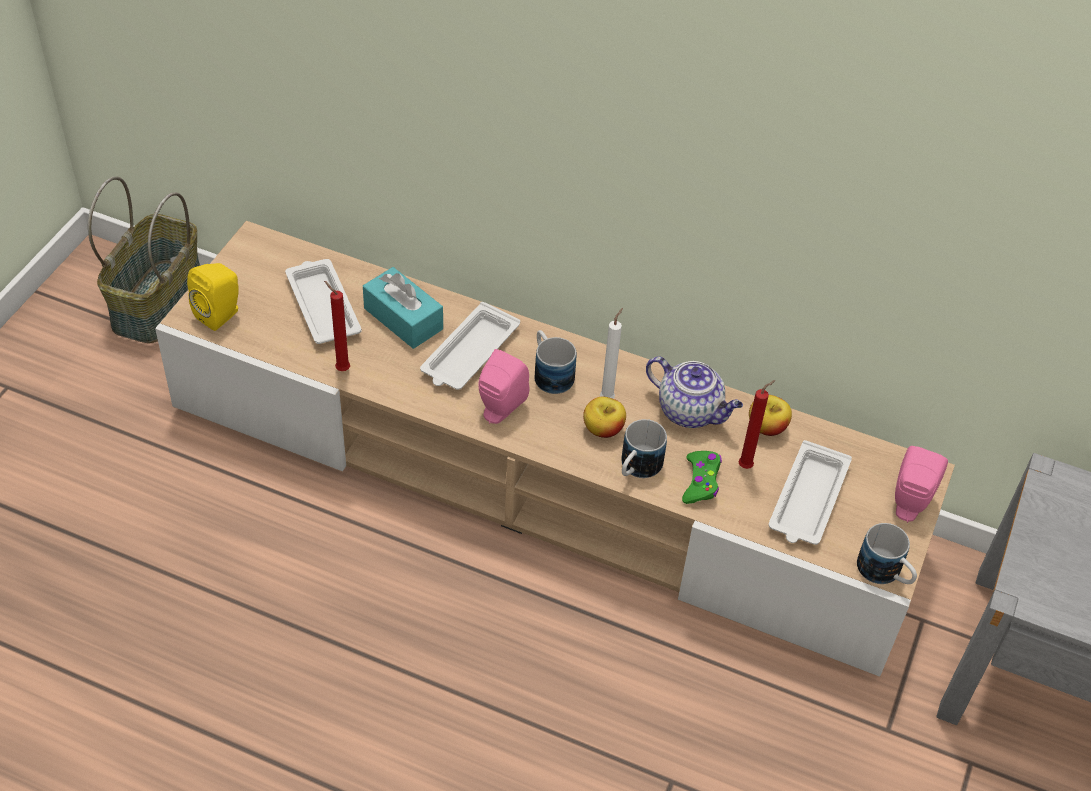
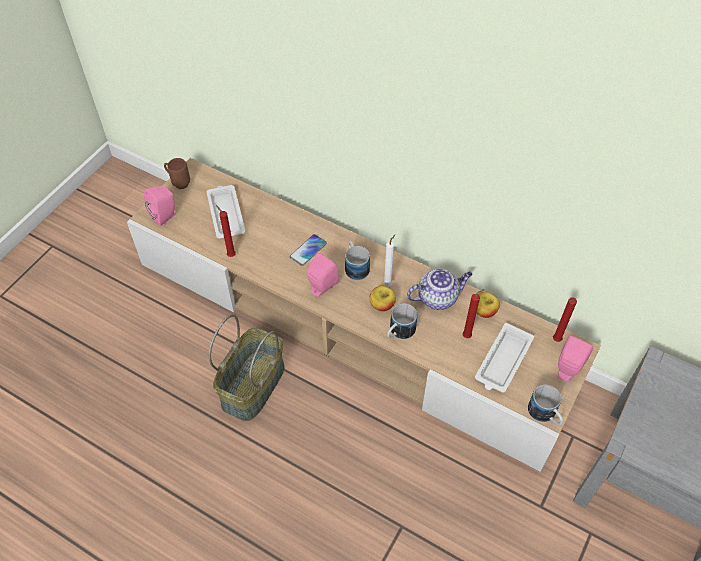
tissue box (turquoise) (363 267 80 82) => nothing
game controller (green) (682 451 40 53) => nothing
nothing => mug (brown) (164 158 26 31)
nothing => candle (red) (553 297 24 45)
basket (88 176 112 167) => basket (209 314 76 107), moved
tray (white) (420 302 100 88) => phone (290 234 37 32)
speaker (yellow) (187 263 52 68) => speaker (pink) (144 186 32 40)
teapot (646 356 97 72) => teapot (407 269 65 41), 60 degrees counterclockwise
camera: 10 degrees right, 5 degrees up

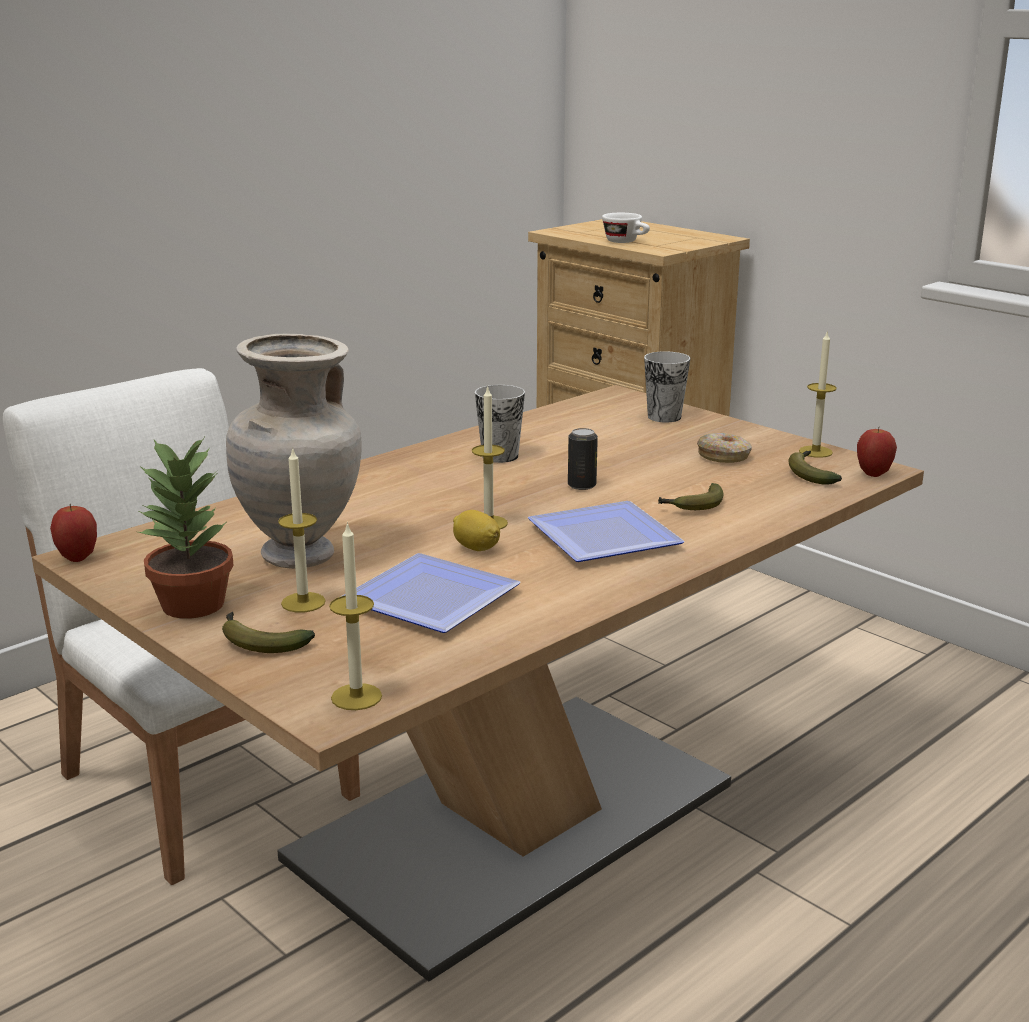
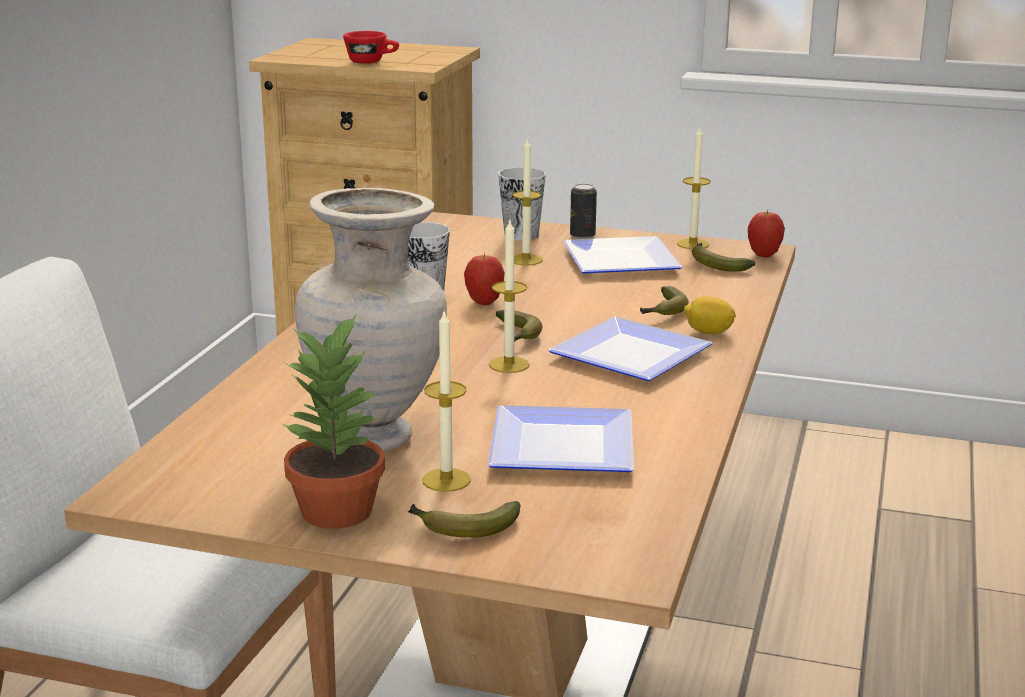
nothing => banana (496 310 47 32)
apple (50 504 47 58) => apple (464 252 41 53), moved
candle (329 522 53 188) => candle (513 137 30 128), moved
lemon (453 510 47 41) => lemon (684 296 52 38), moved
can (568 428 30 62) => can (570 184 27 55), moved
donut (697 433 55 30) => plate (563 236 119 37)
cup (white) (602 213 48 30) => cup (red) (343 31 56 33)
camera: 30 degrees left, 0 degrees up

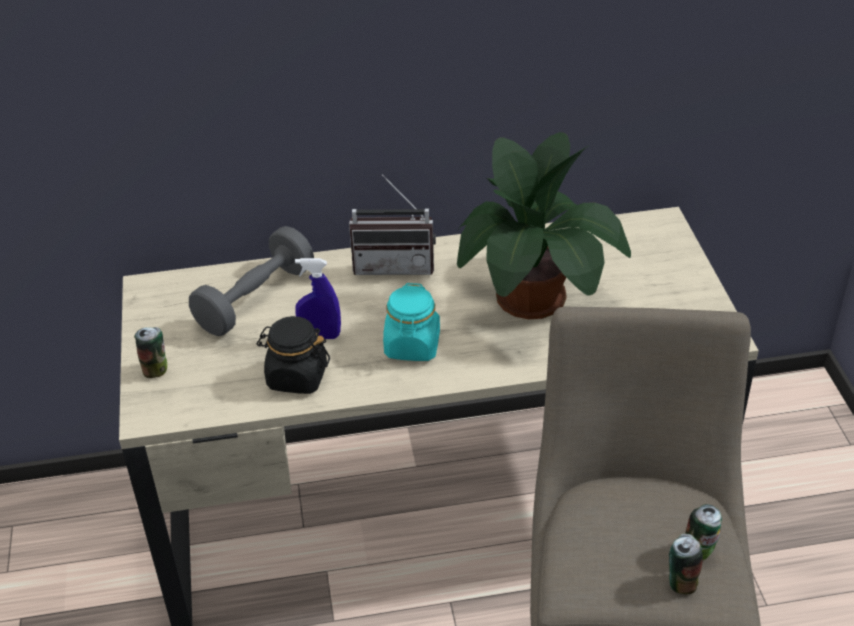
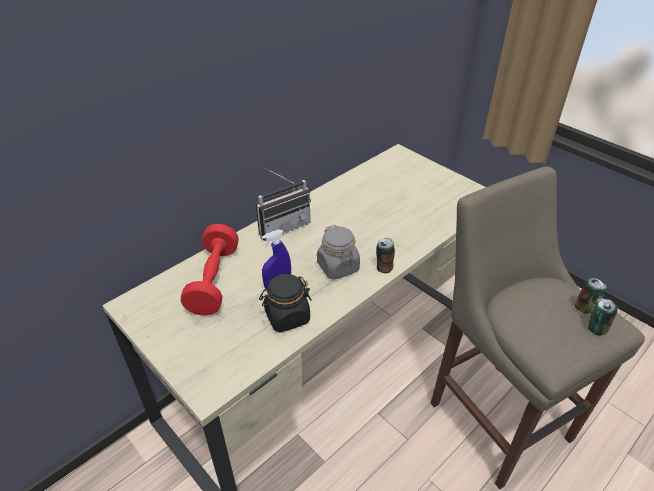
potted plant (457 132 174 187) => nothing
can (134 327 33 51) => can (376 238 19 35), moved
dumbbell (grey) (189 226 125 110) => dumbbell (red) (181 224 58 92)
jar (turquoise) (383 283 57 78) => jar (grey) (317 225 43 55)
camera: 35 degrees left, 0 degrees up

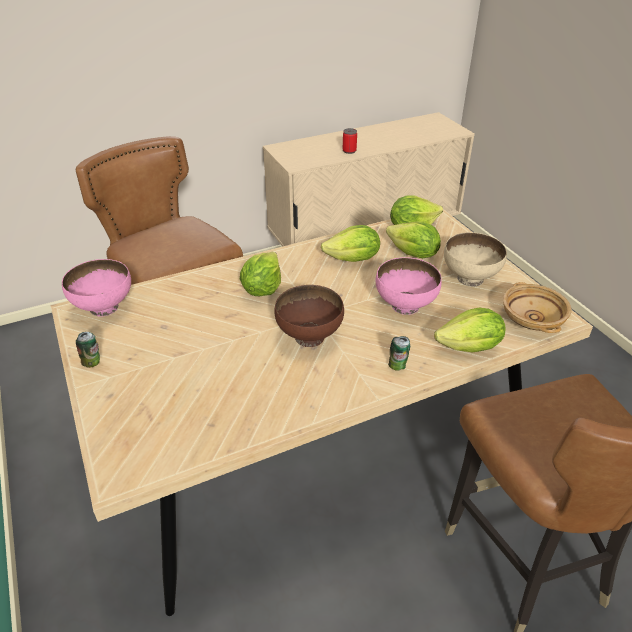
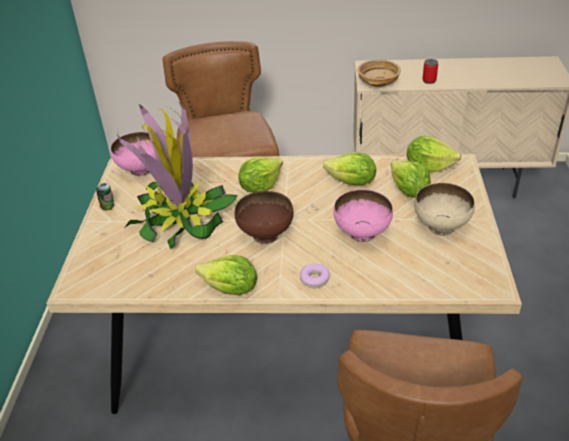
nothing => potted plant (117 102 121 148)
lettuce (434 308 72 44) => lettuce (195 255 62 40), moved
bowl (beige) (503 282 69 51) => bowl (beige) (357 59 44 28), moved
can (388 336 22 35) => donut (300 264 30 24)
camera: 30 degrees right, 0 degrees up

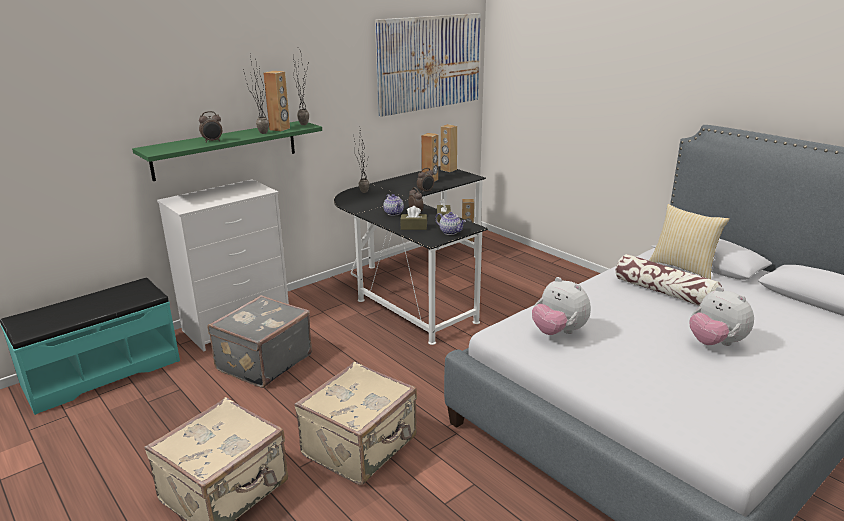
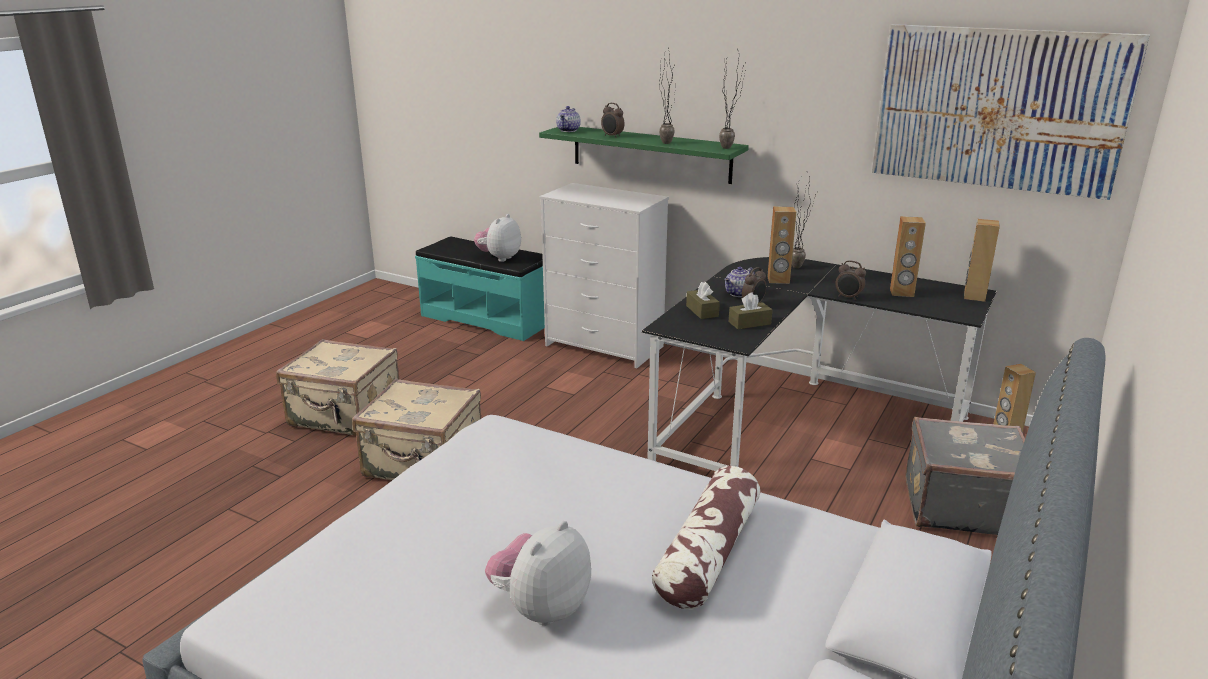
pillow (649 204 81 75) => nothing
suitcase (grey) (207 295 105 93) => suitcase (grey) (906 417 119 118), moved
speaker (brown) (263 71 27 60) => speaker (brown) (767 206 29 78), moved
teapot (435 212 31 23) => teapot (556 106 25 26), moved
plush toy (532 277 59 58) => plush toy (474 214 47 48), moved
camera: 70 degrees right, 0 degrees up

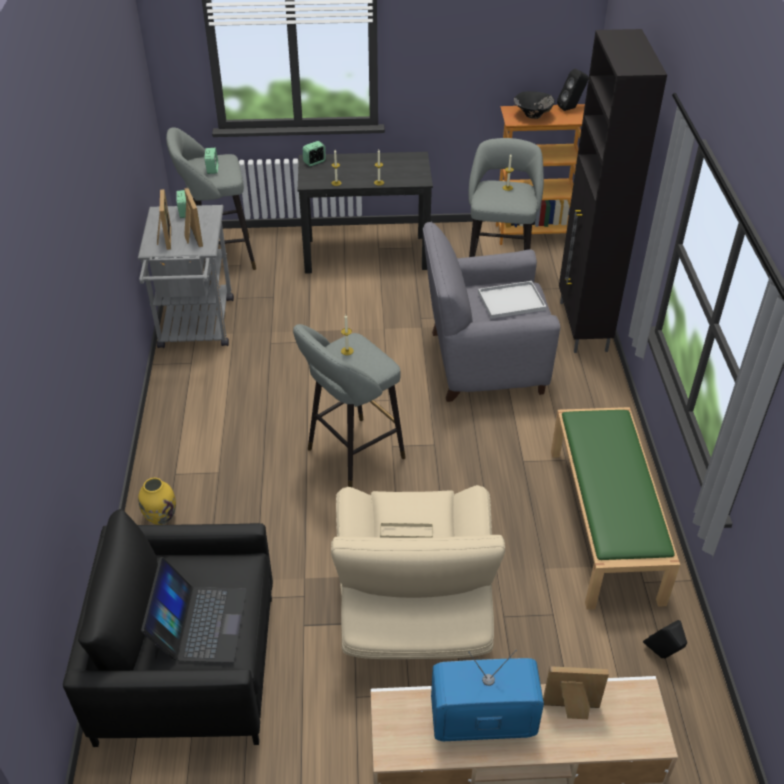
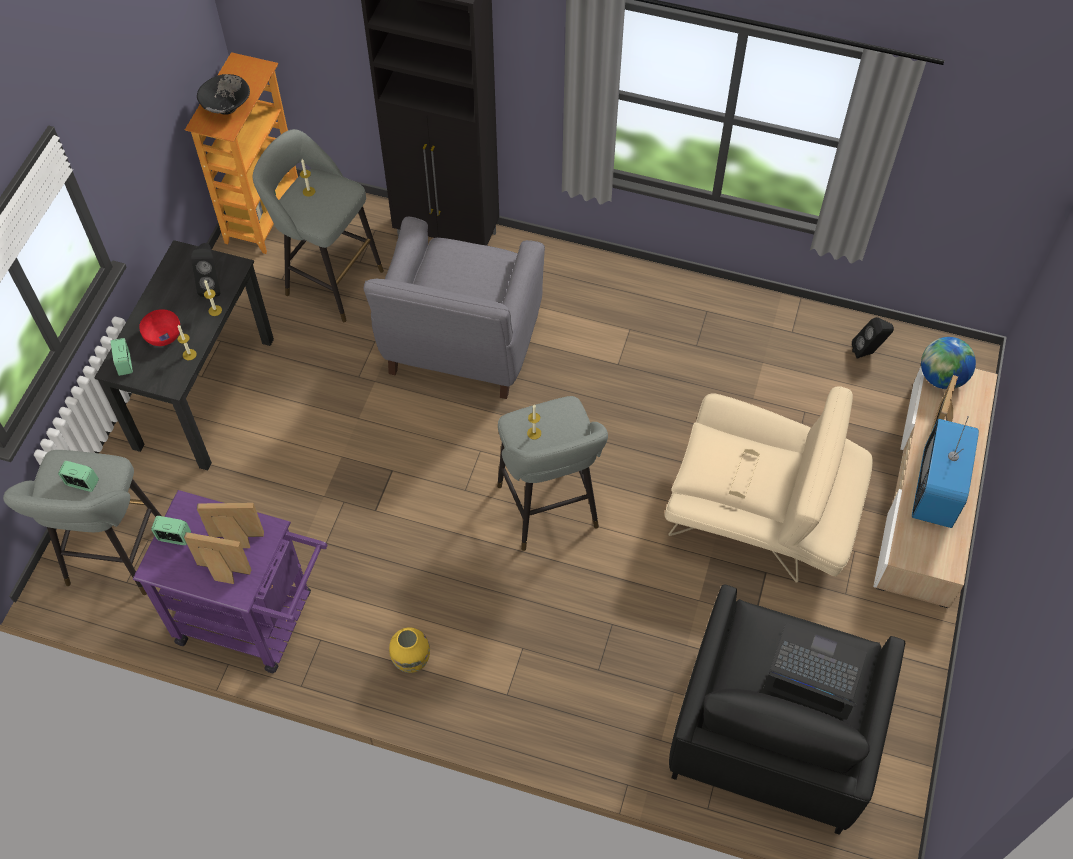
tray (white) (478 281 69 38) => nothing
bench (green) (551 407 129 203) => nothing
nothing => bowl (red) (139 309 41 37)
nothing => globe (921 337 55 52)
vase (yellow) (138 478 38 47) => vase (yellow) (389 628 41 45), moved
speaker (black) (557 69 32 42) => speaker (black) (191 243 29 54), moved
cart (grey) (138 205 96 143) => cart (purple) (133 490 195 183)
camera: 70 degrees left, 15 degrees up

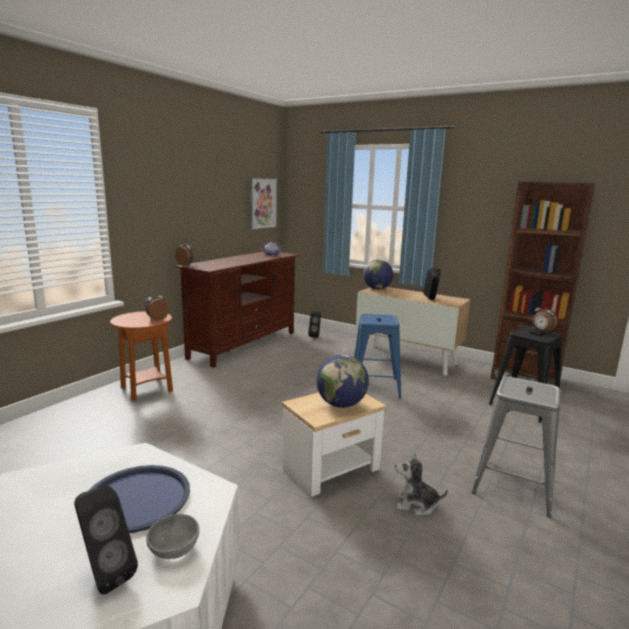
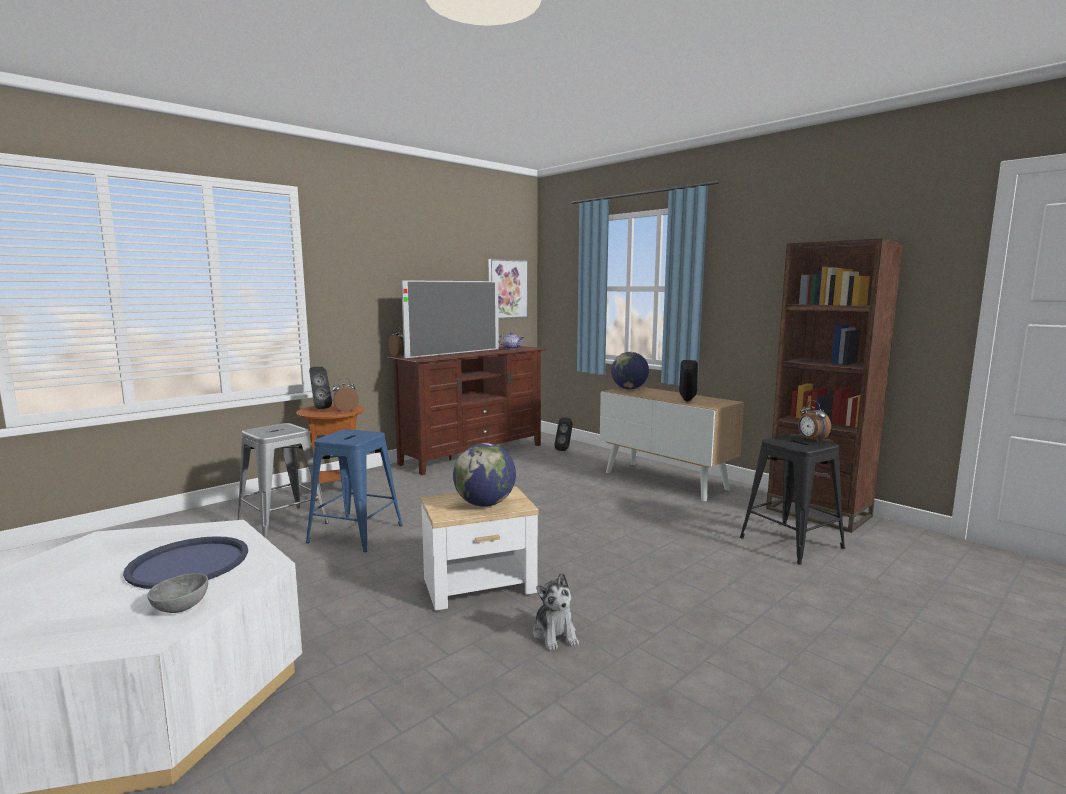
nothing => television (401 280 98 78)
speaker (black) (74 486 64 109) => speaker (black) (309 367 23 42), moved
stool (blue) (354 314 47 84) => stool (blue) (306 429 97 123), moved
stool (grey) (472 376 89 141) => stool (grey) (238 423 91 116), moved
plush toy (395 453 53 63) => plush toy (533 573 46 78), 135 degrees counterclockwise
camera: 15 degrees right, 5 degrees down

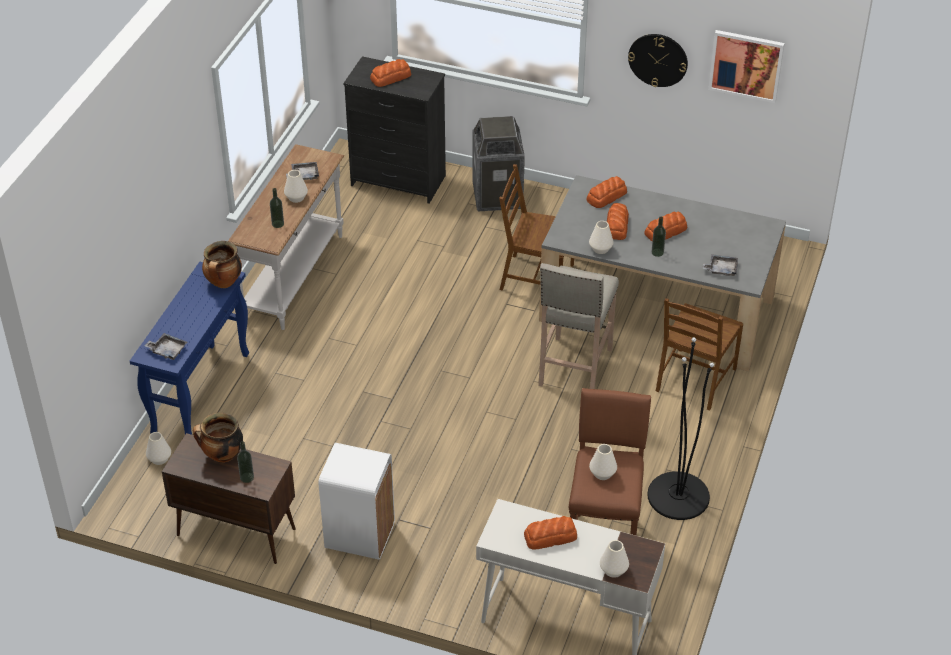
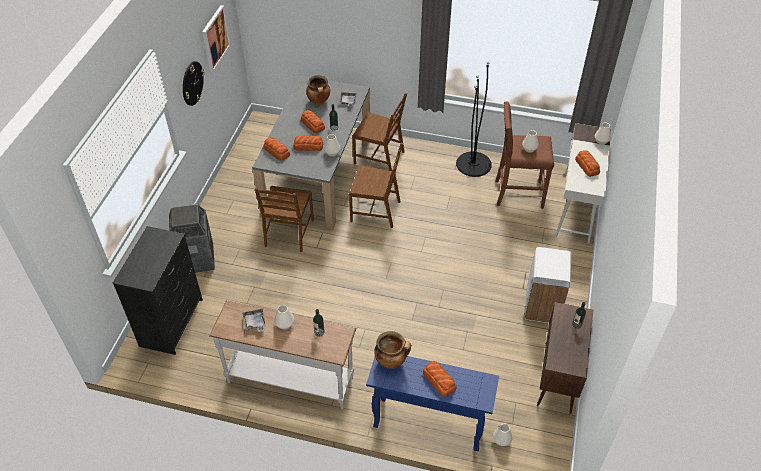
tray (grey) (145 333 42 27) => nothing
cooking pot (193 412 50 51) => cooking pot (306 75 24 30), moved
bread (370 59 41 28) => bread (423 361 33 36), moved
stool (beige) (538 263 81 126) => chair (brown) (349 143 54 85)
camera: 95 degrees left, 5 degrees up

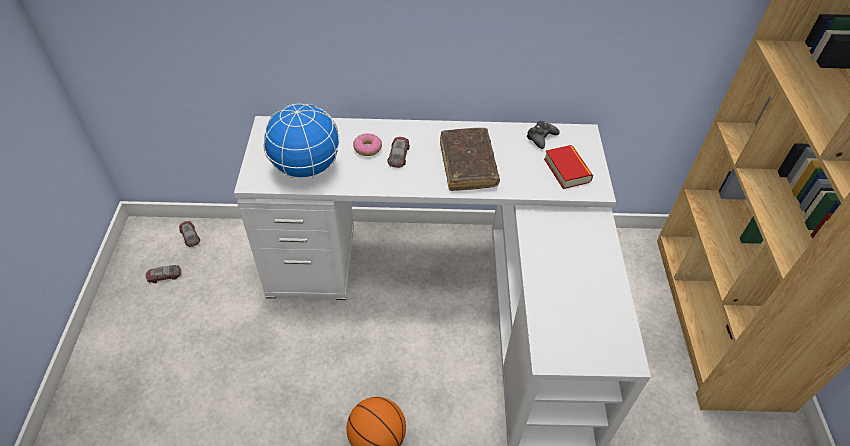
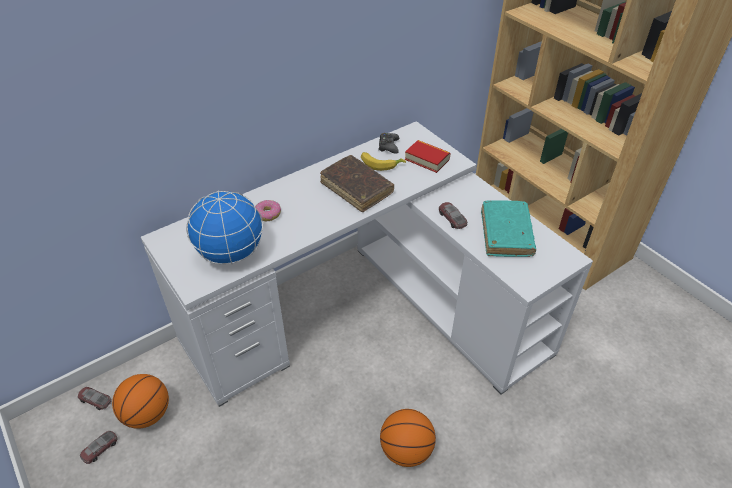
nothing => basketball (112 374 57 55)
nothing => banana (361 152 45 19)
nothing => book (turquoise) (481 200 55 57)
toy car (387 137 23 31) => toy car (439 202 28 27), moved
camera: 35 degrees left, 5 degrees down

